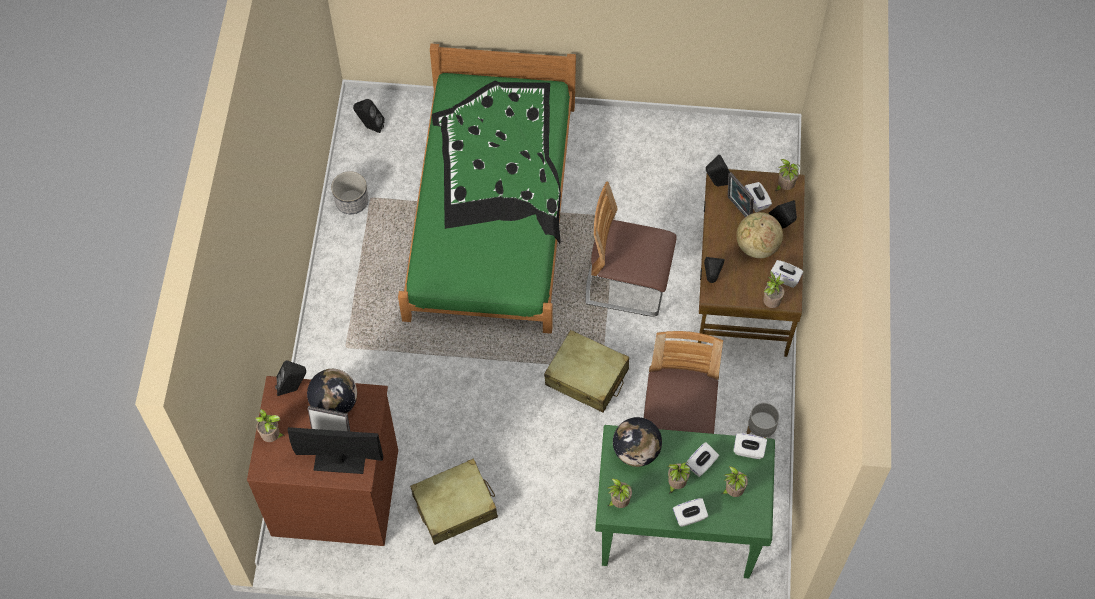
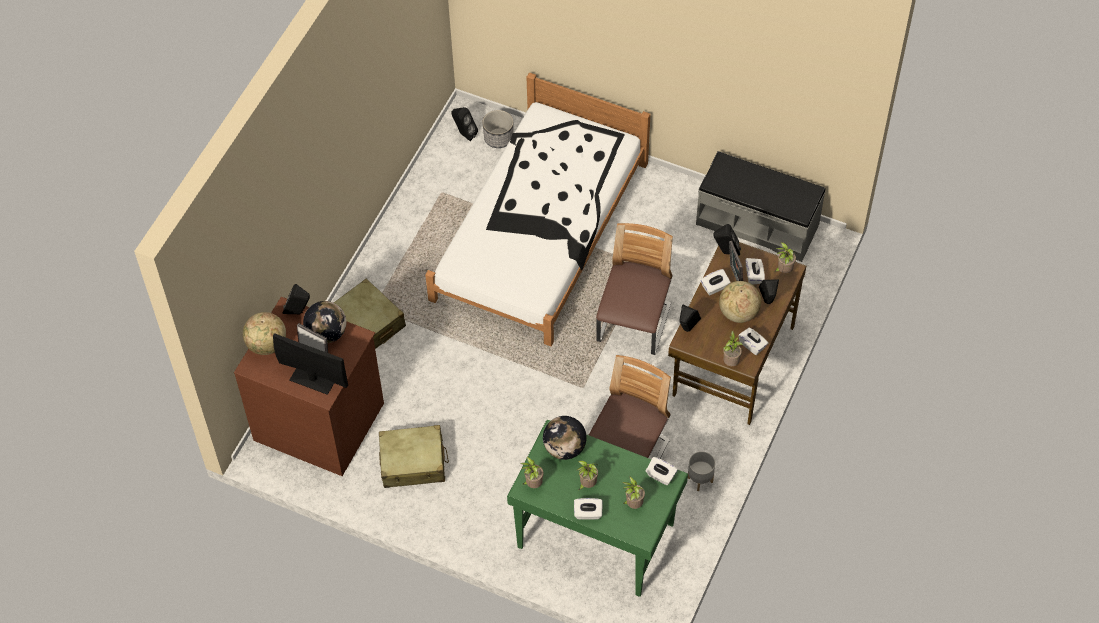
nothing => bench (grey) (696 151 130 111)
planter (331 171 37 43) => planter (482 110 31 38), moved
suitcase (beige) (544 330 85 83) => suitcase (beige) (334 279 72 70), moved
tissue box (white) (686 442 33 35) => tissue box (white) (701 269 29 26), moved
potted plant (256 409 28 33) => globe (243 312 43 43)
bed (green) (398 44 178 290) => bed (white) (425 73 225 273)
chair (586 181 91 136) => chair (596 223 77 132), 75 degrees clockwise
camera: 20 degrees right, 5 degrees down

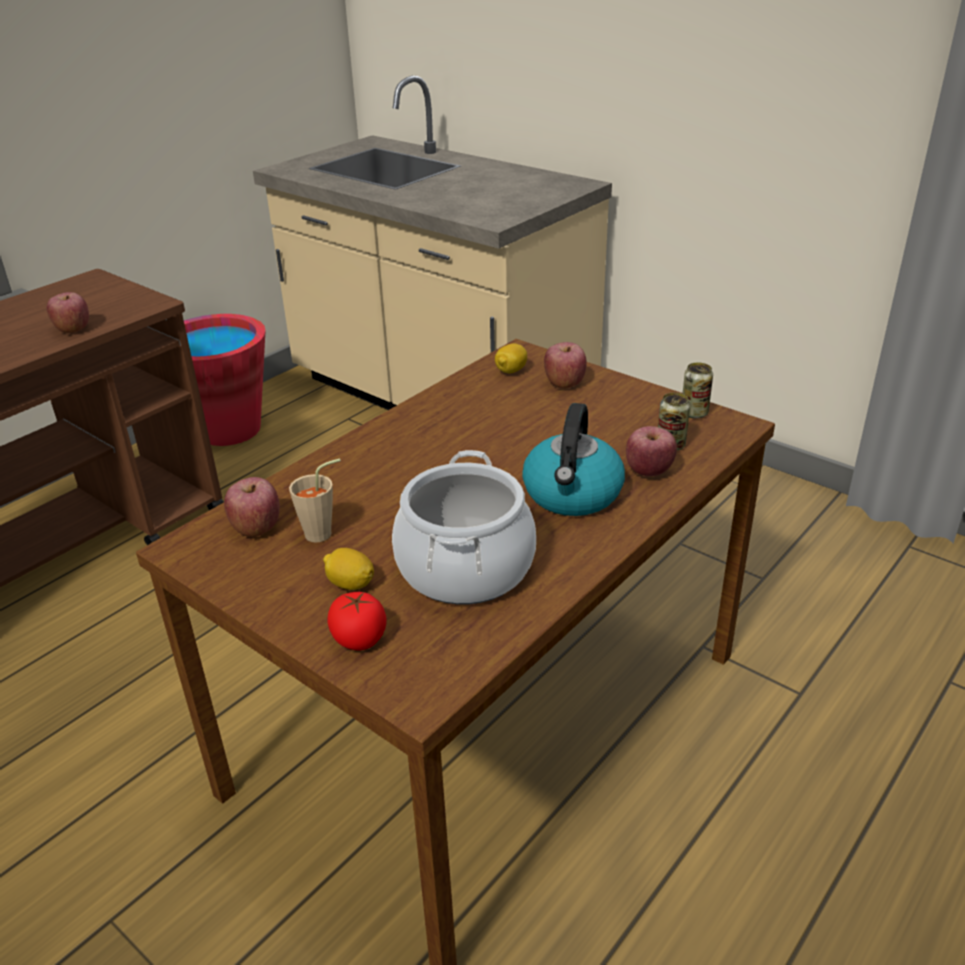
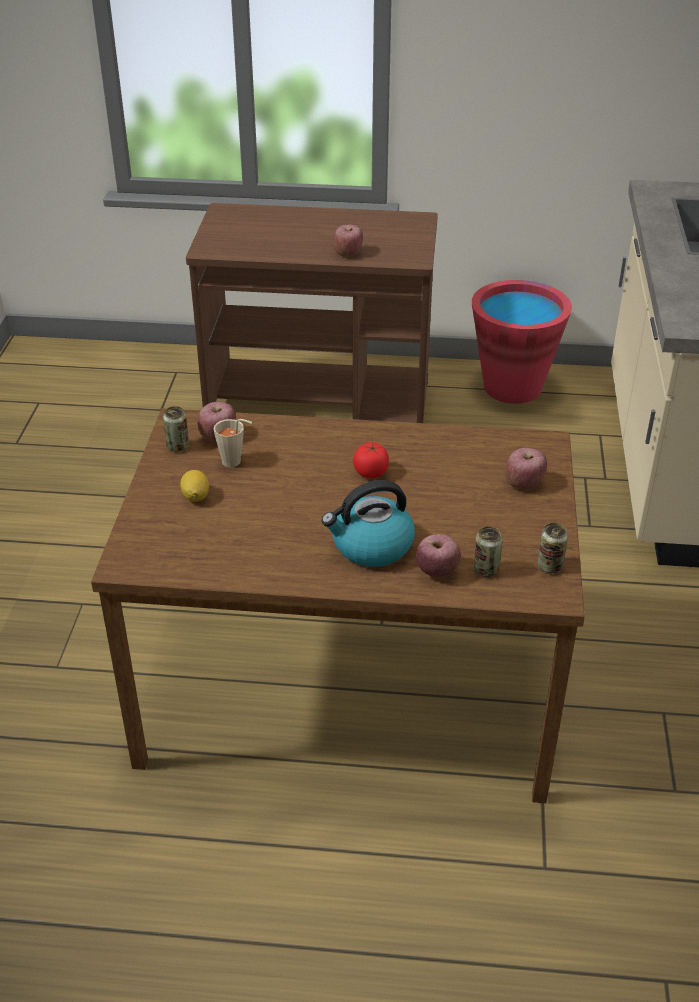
cooking pot (392 450 144 155) => nothing
lemon (495 344 32 29) => nothing
nothing => can (163 406 26 46)
tomato (327 591 60 59) => tomato (353 442 36 36), moved
camera: 55 degrees right, 5 degrees up

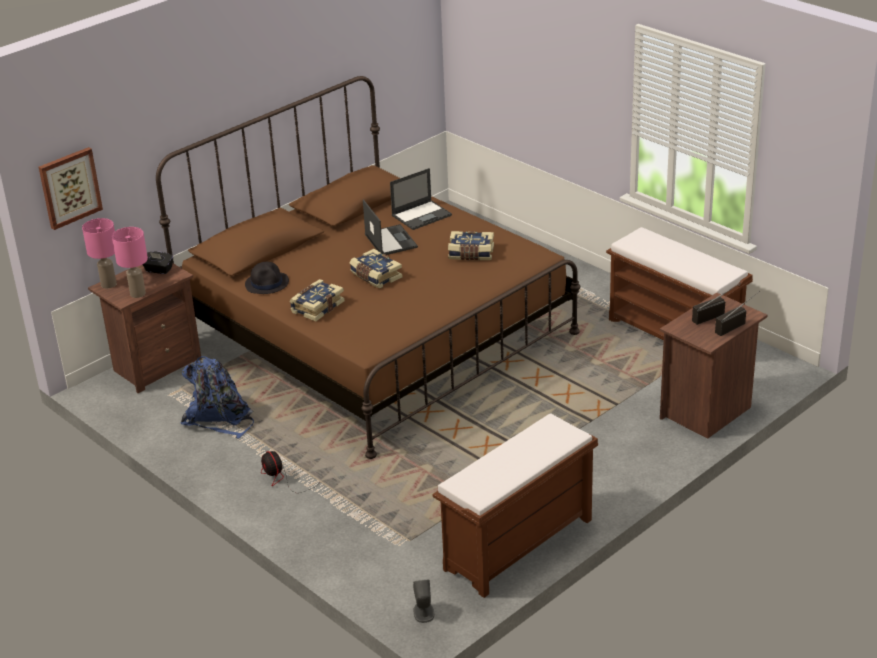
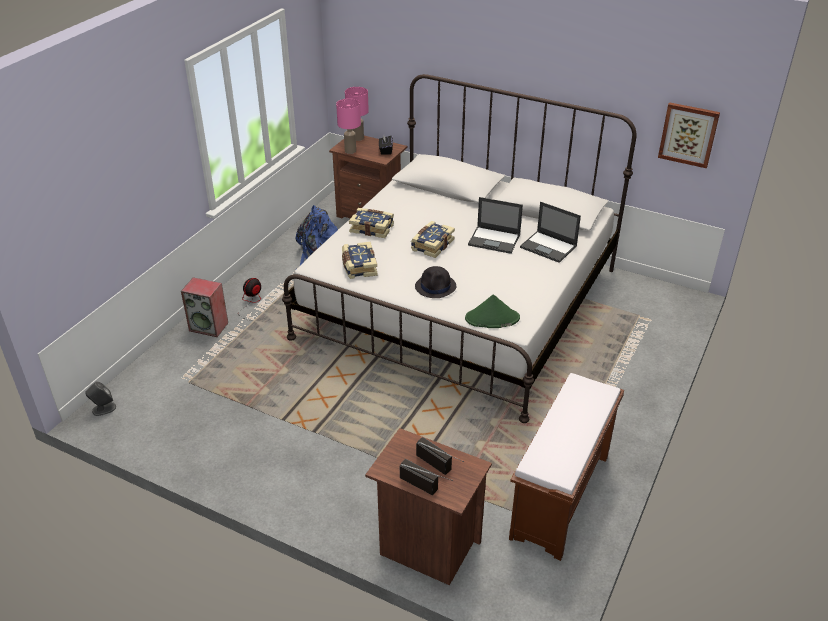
bench (brown) (433 413 165 185) => nothing
nothing => speaker (181 277 47 60)
nothing => hat (green) (465 295 55 33)
picture (39 147 64 83) => picture (658 102 62 66), moved
hat (black) (245 262 44 32) => hat (black) (415 266 41 32), moved
book (448 231 46 29) => book (342 242 36 37), moved
bed (brown) (156 76 424 383) => bed (white) (282 74 355 349)
laptop (363 199 55 56) => laptop (468 197 55 57), 60 degrees clockwise
camera: 70 degrees right, 5 degrees up

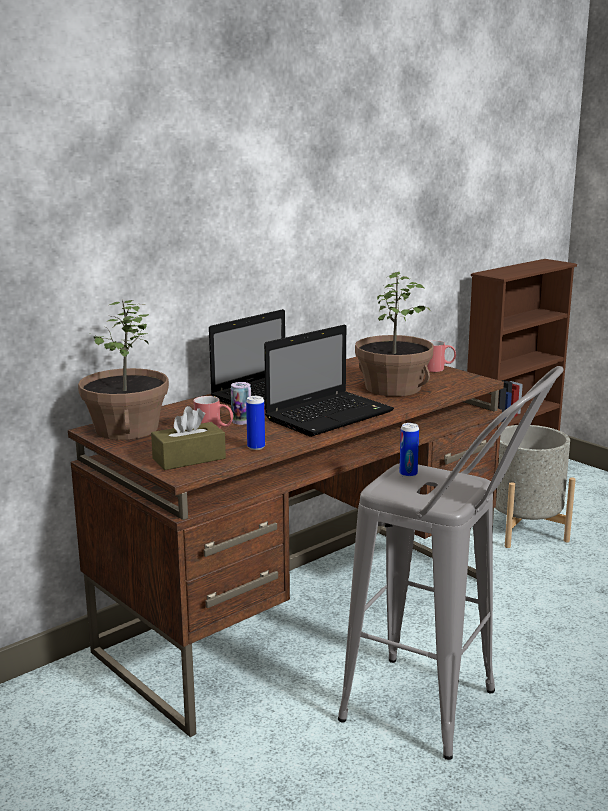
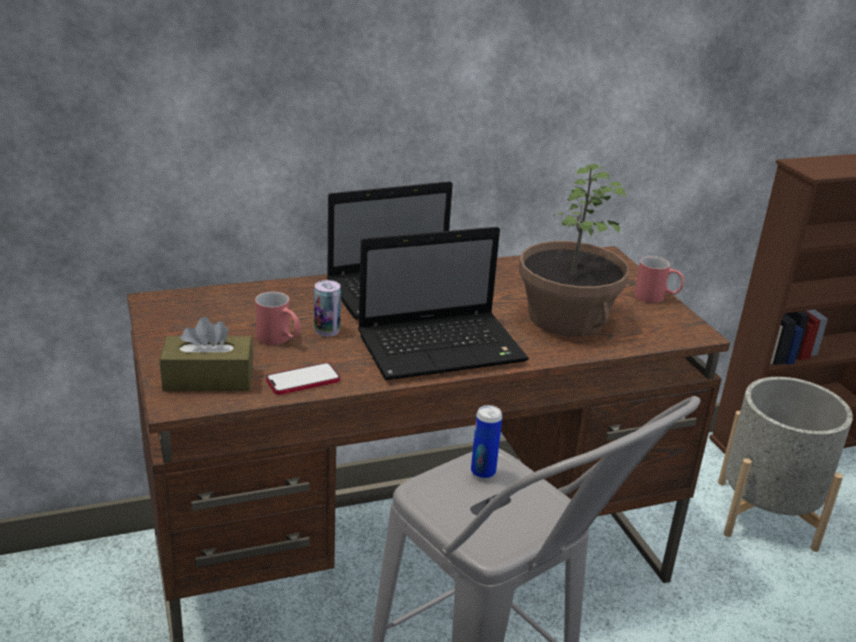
potted plant (78 300 91 140) => nothing
can (246 396 19 54) => phone (266 363 74 32)
camera: 20 degrees right, 10 degrees up

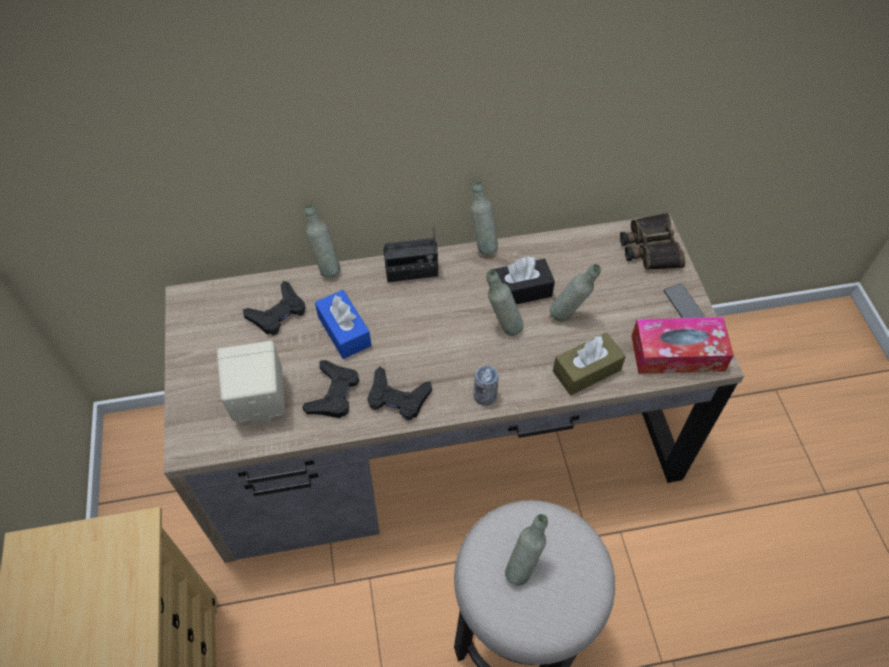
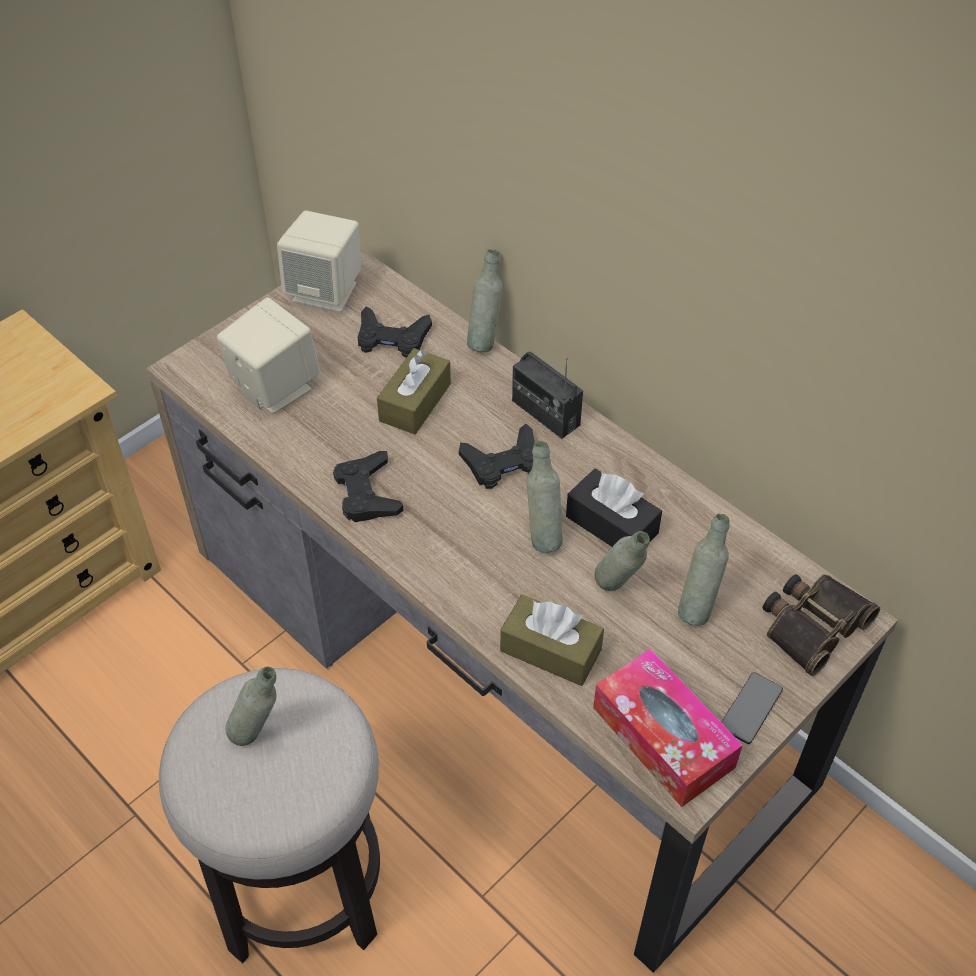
can (474 366 25 40) => nothing
nothing => speaker (beige) (277 211 84 102)
game controller (black) (302 360 57 58) => game controller (black) (459 424 76 65), moved
bottle (grey) (470 181 28 74) => bottle (grey) (678 514 52 112), moved
tissue box (blue) (315 290 56 69) => tissue box (brown) (377 348 74 86)
camera: 55 degrees right, 5 degrees down

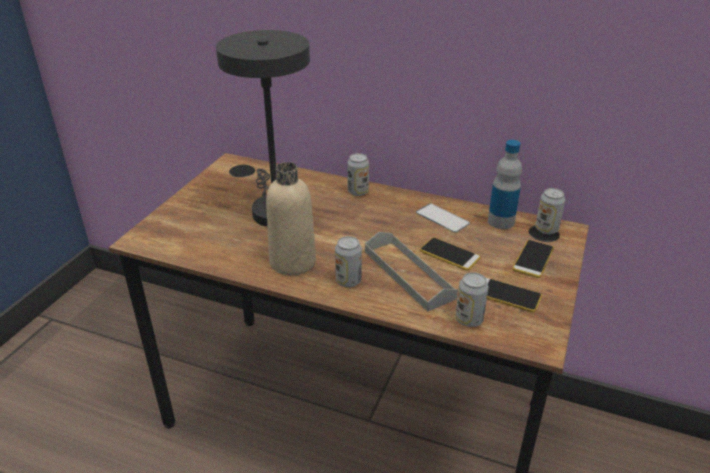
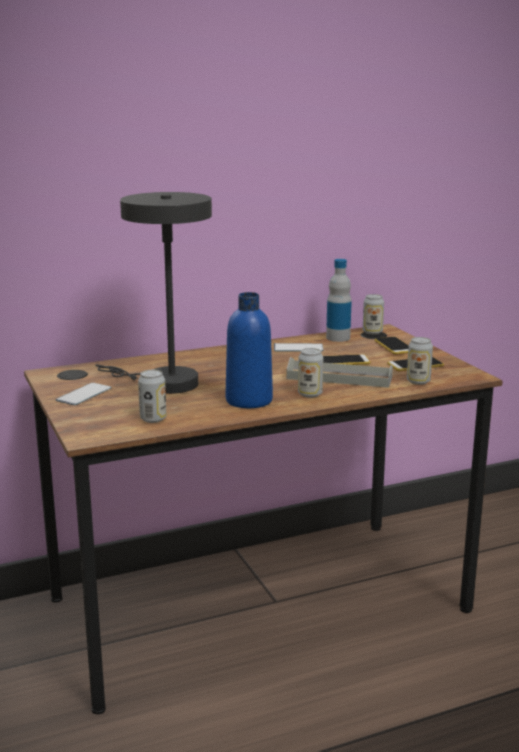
nothing => phone (55 383 56 22)
can (347 153 22 43) => can (138 370 28 53), moved
bottle (beige) (266 162 50 113) => bottle (blue) (226 292 47 116)
camera: 45 degrees left, 15 degrees down

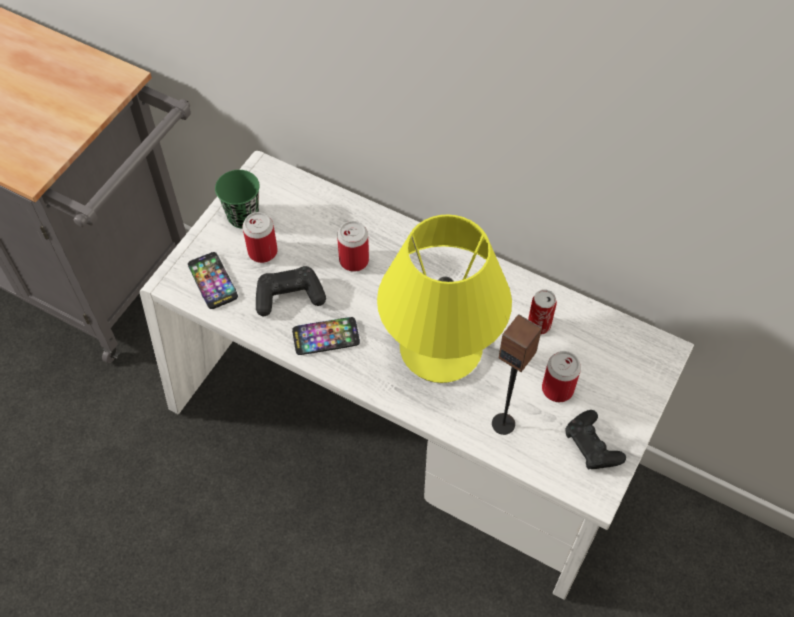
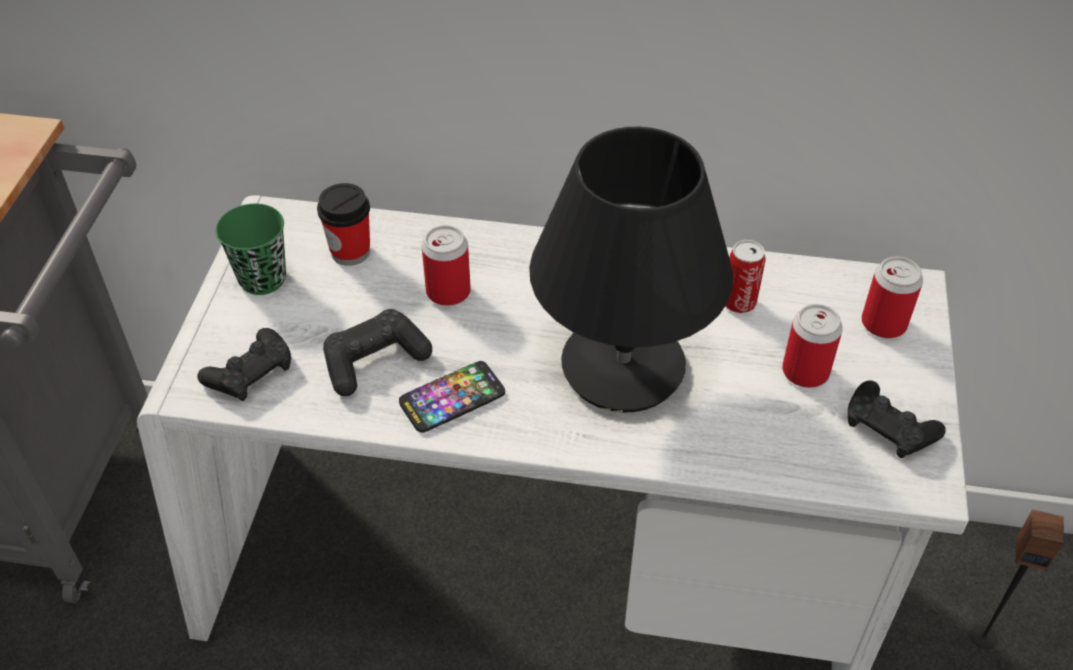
nothing => cup (317 183 53 83)
can (242 212 36 51) => can (862 257 61 81), moved
speaker (492 315 50 120) => speaker (970 509 94 140), moved
phone (188 252 50 57) => game controller (black) (197 328 94 73)
table lamp (yellow) (377 214 135 169) => table lamp (black) (529 127 204 286)
camera: 20 degrees left, 10 degrees down

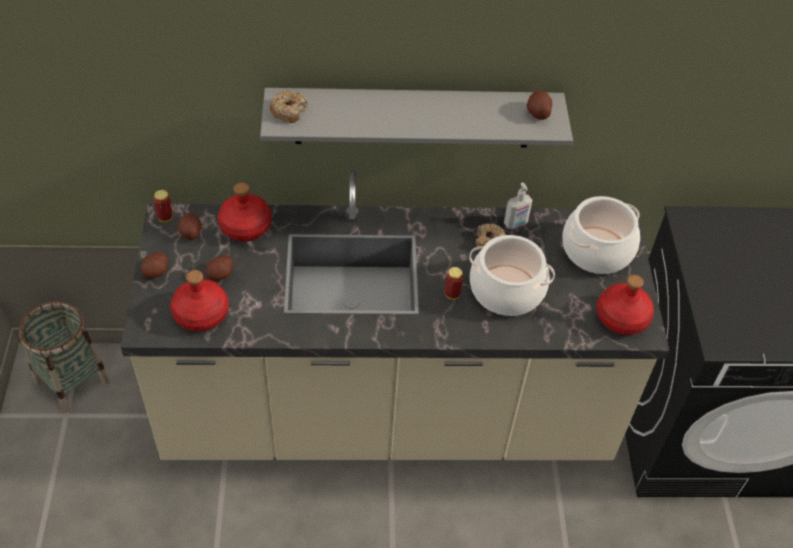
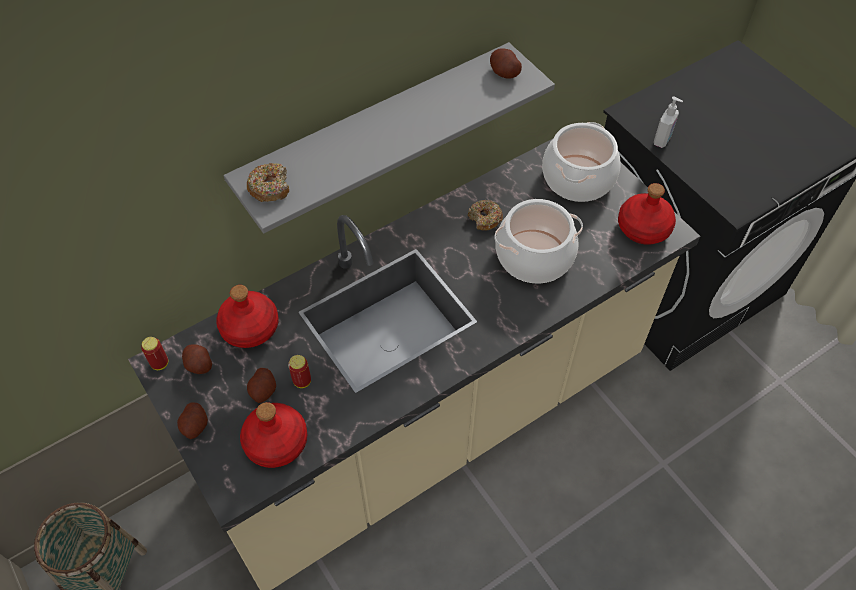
can (445 267 18 33) => can (288 355 23 33), moved
soap dispenser (504 182 28 47) => soap dispenser (654 97 29 51), moved
camera: 30 degrees left, 5 degrees up

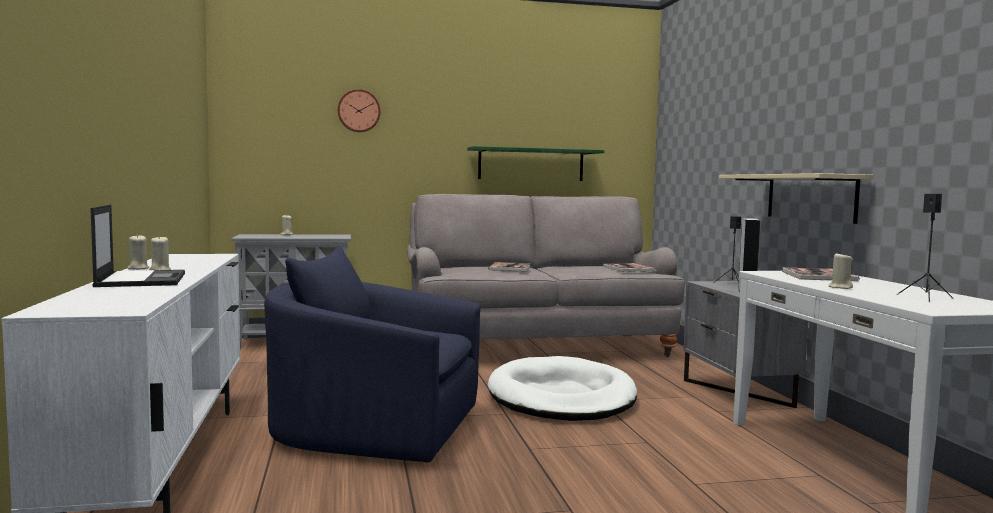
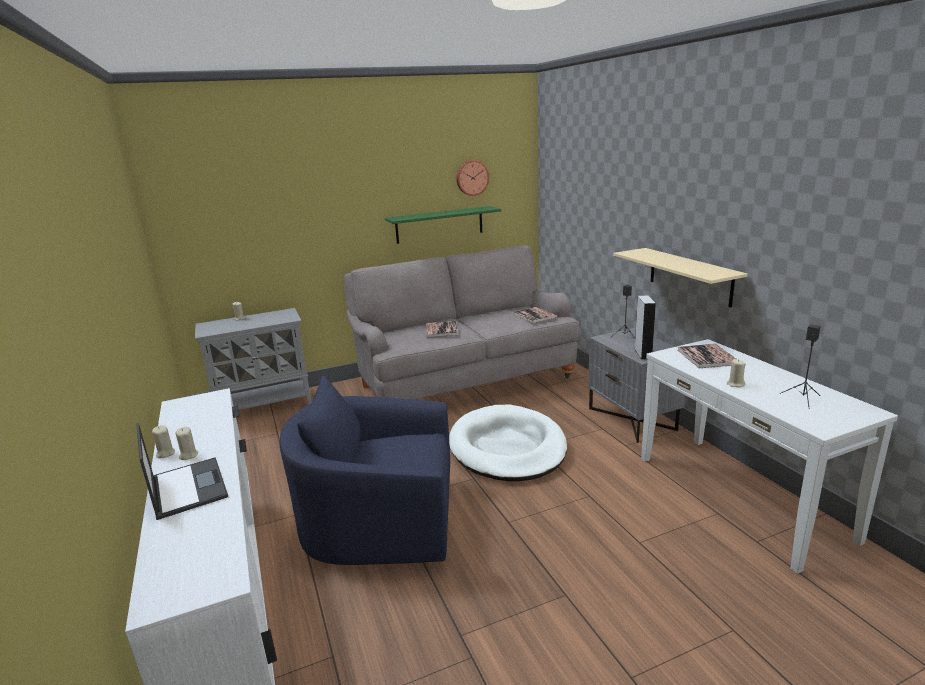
wall clock (338 89 43 43) => wall clock (456 160 33 36), moved
camera: 10 degrees left, 15 degrees up

